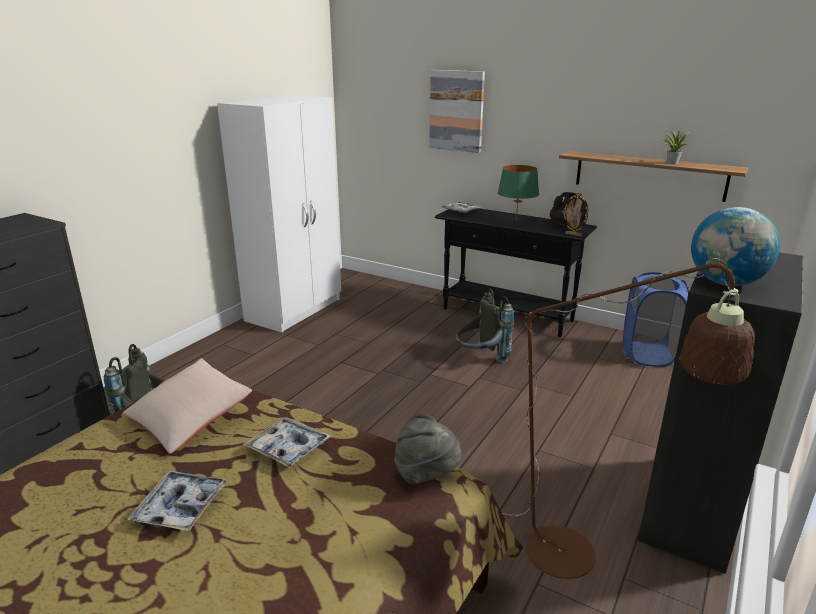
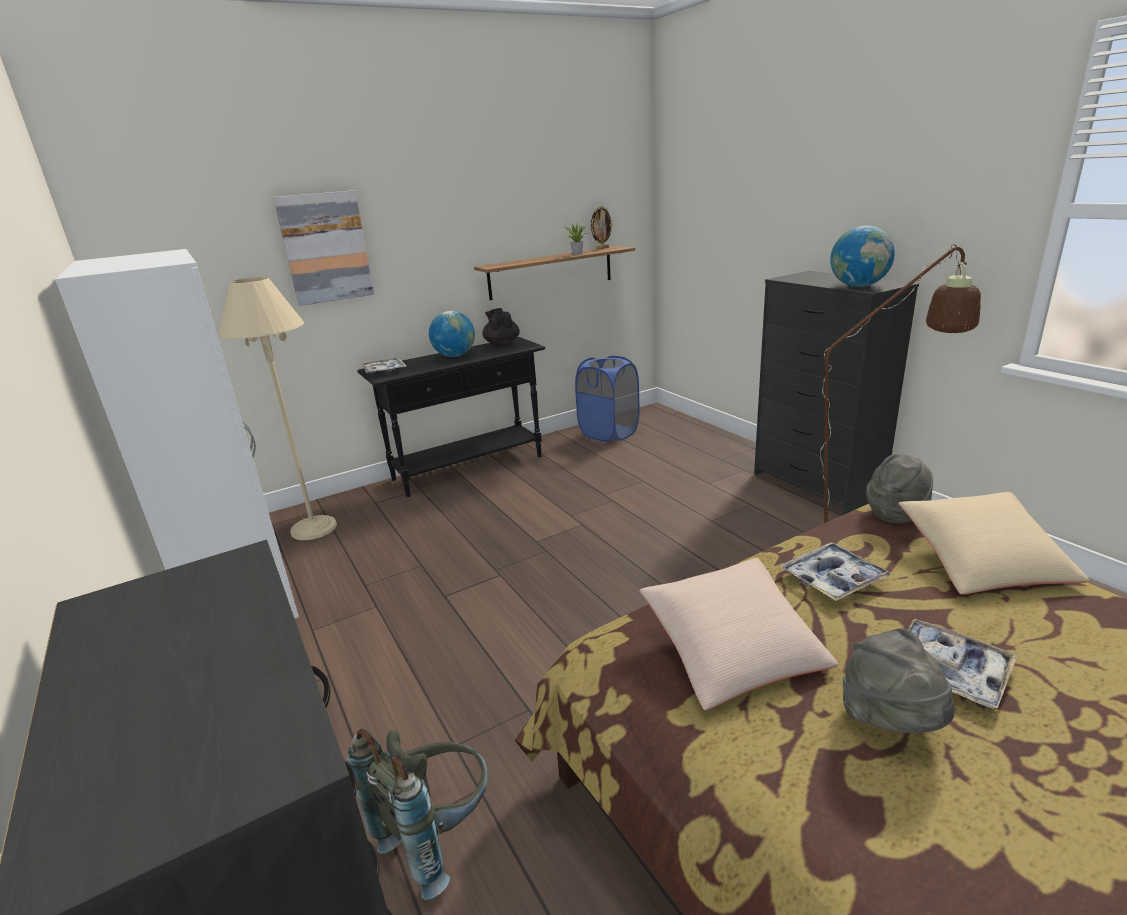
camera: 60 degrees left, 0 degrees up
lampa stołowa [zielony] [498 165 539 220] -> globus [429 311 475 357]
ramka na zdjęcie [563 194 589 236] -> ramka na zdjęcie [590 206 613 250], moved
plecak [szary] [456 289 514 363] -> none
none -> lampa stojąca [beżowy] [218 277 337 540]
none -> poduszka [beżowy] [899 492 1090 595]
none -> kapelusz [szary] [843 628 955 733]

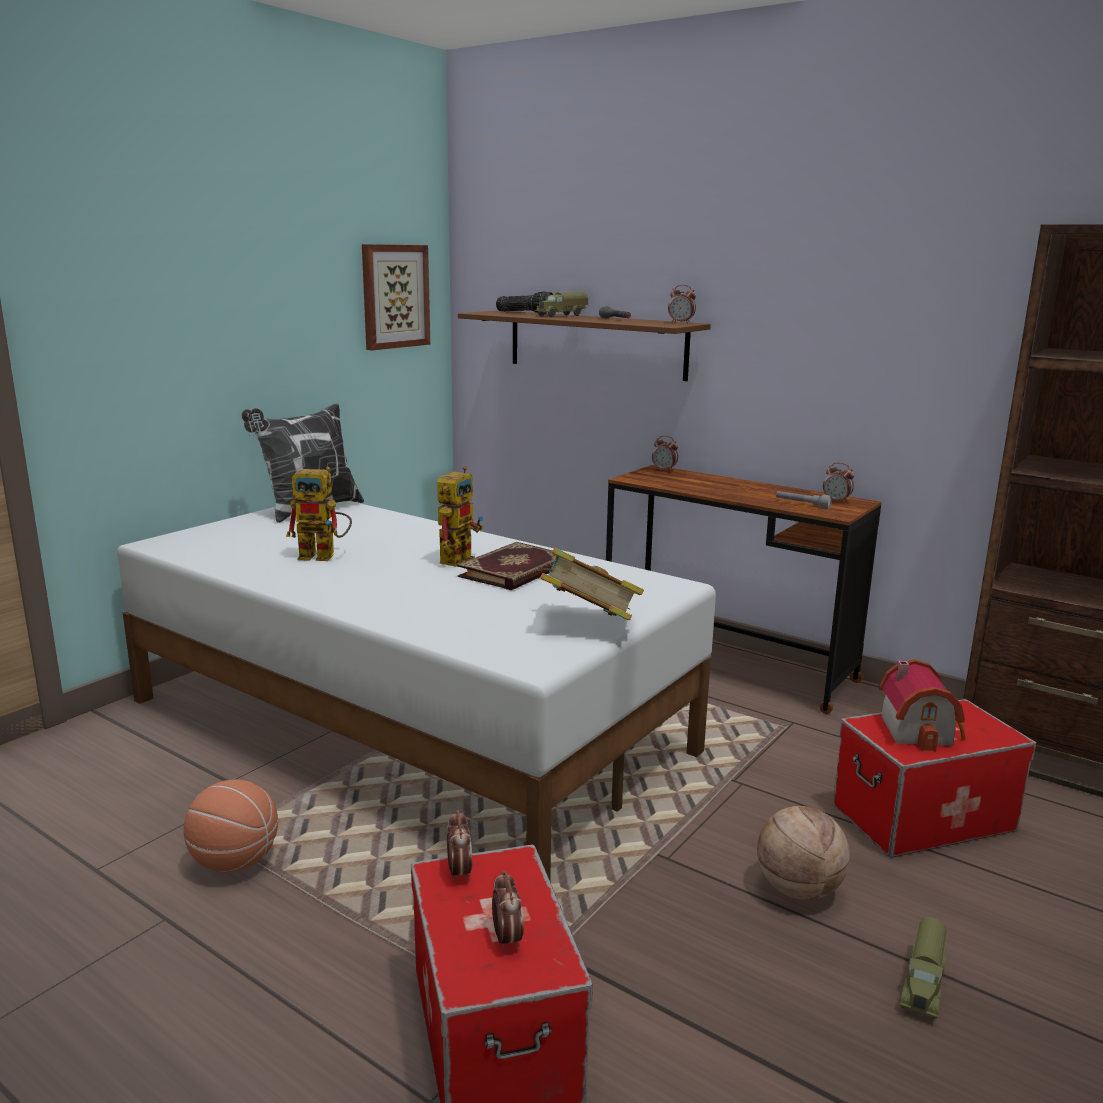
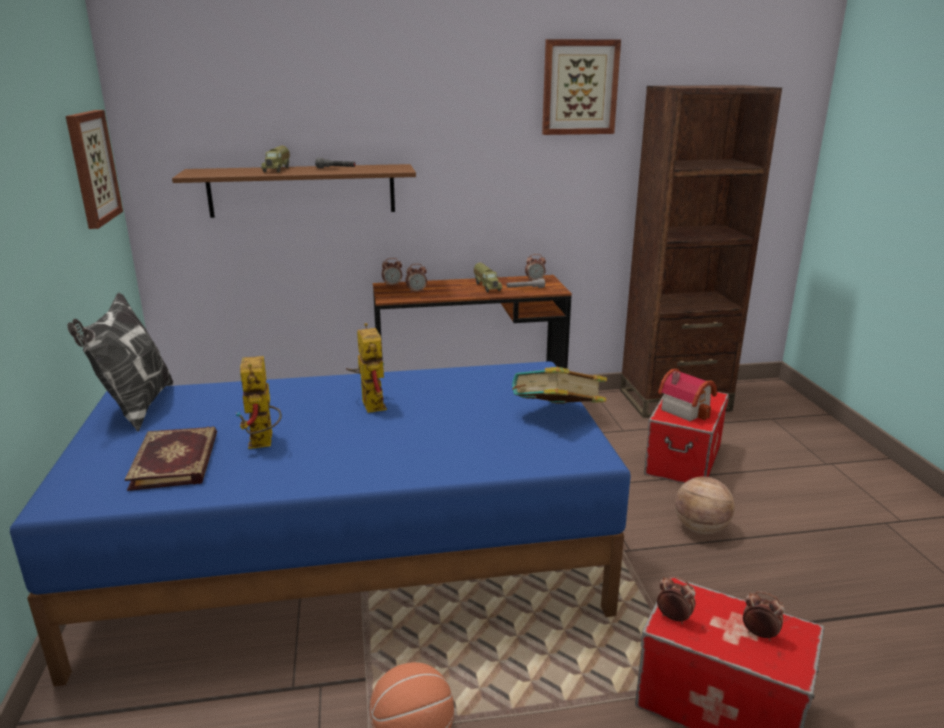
camera: 45 degrees left, 5 degrees up
budzik [668 285 696 324] -> budzik [405 264 427 293], moved
latarka [496 291 553 314] -> none
robot zabawkowy [286 467 352 561] -> robot zabawkowy [235 356 282 449], 120 degrees clockwise
łóżko [biały] [117 501 716 880] -> łóżko [niebieski] [10 361 631 686]
książka [457 542 556 590] -> książka [125 426 217 491], moved
ciężarówka zabawkowa [900 917 947 1019] -> ciężarówka zabawkowa [474 263 503 292], moved
none -> obraz [542 39 621 135]

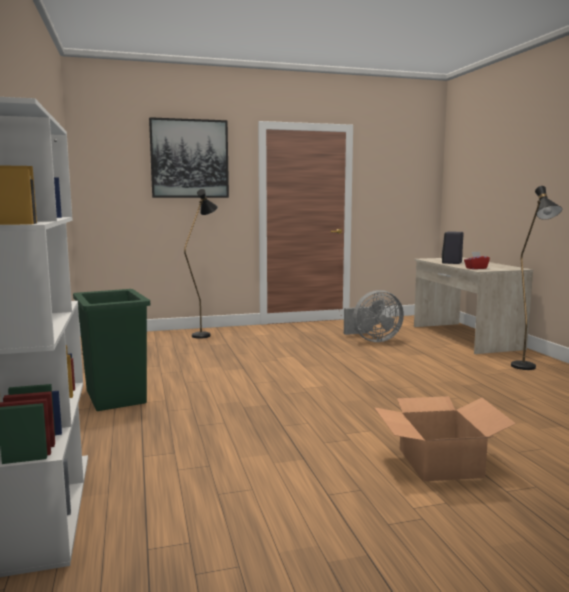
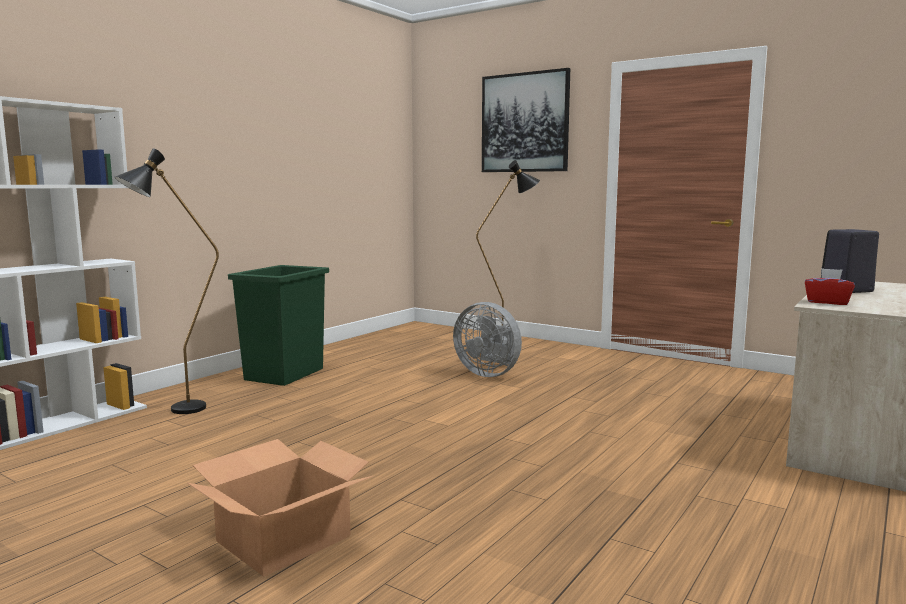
camera: 50 degrees right, 0 degrees up
lampa stojąca [czarny] [511 186 562 370] -> lampa stojąca [czarny] [115 148 219 414], moved
wentylator [szary] [344 290 404 342] -> wentylator [szary] [453 302 522 377], moved

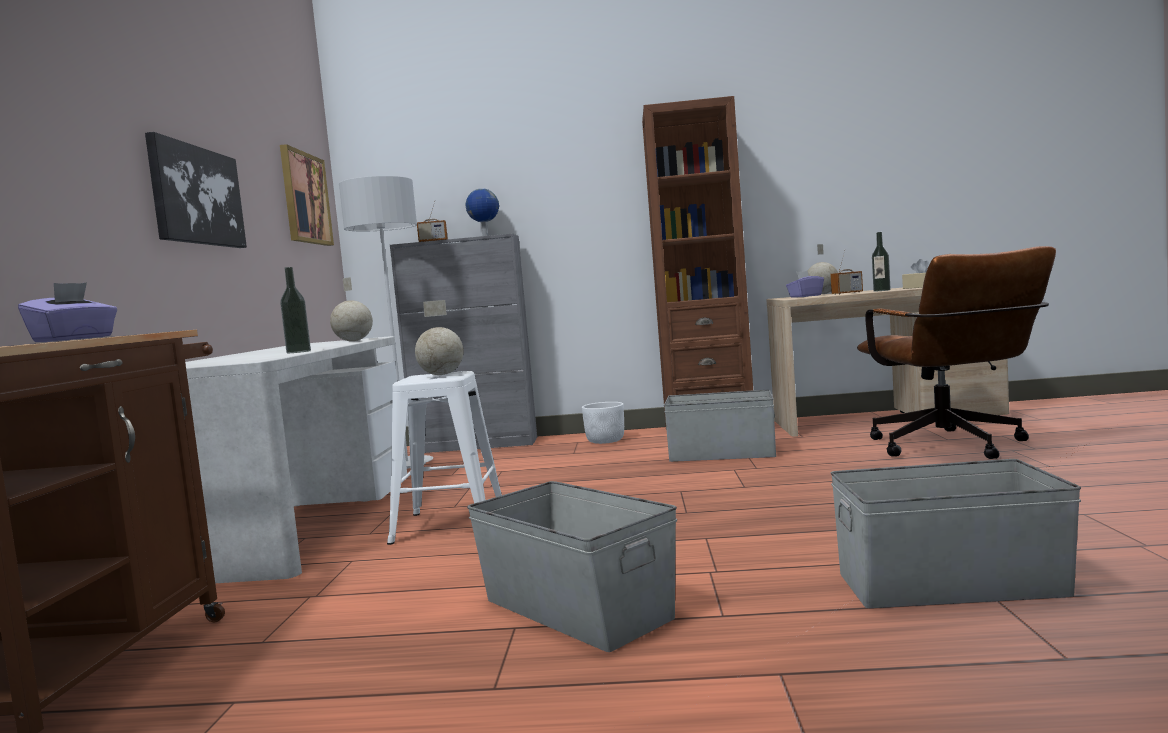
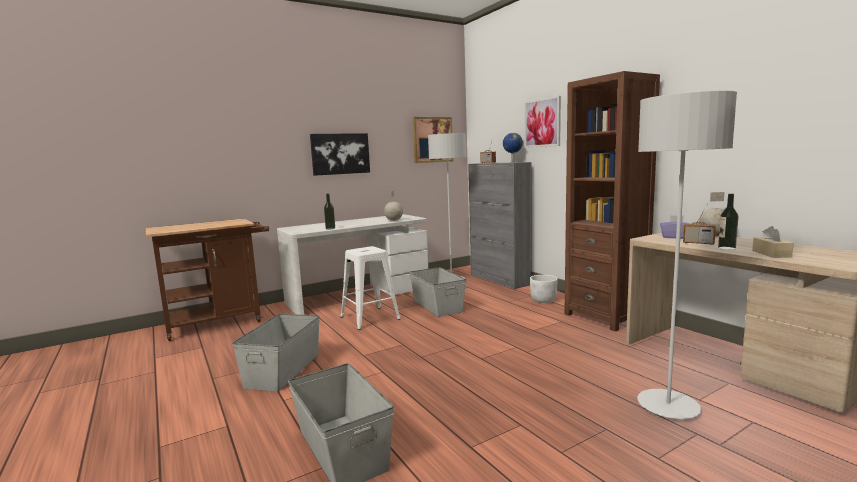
camera: 55 degrees right, 5 degrees up
krzesło biurowe [brązowy] [857 246 1056 459] -> lampa stojąca [szary] [637 91 737 419]
pudełko chusteczek [fioletowy] [18 282 117 342] -> none
globus [415 300 463 375] -> none
pojemnik do przechowywania [szary] [664 390 776 462] -> pojemnik do przechowywania [szary] [410 267 466 317], moved
none -> obraz [524 96 561 148]

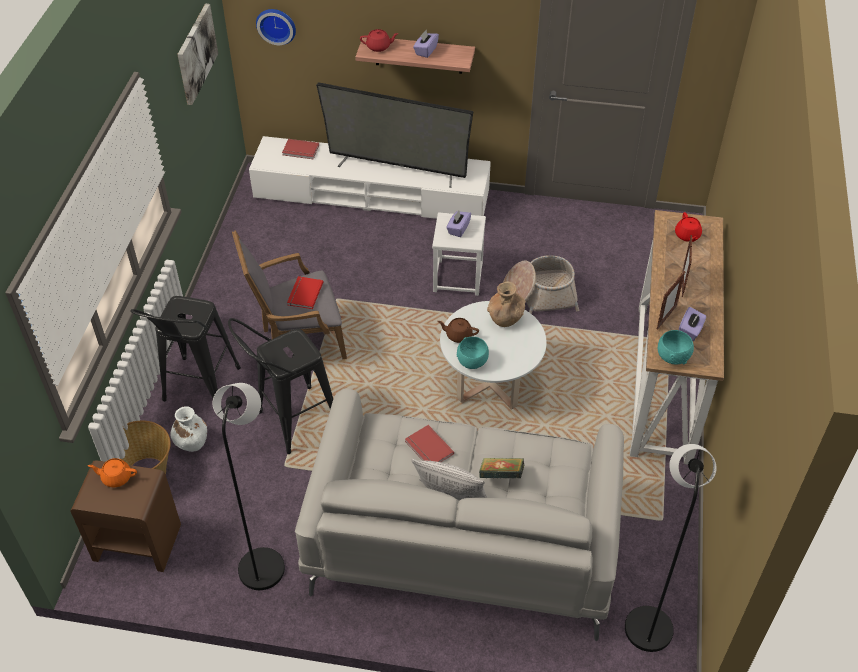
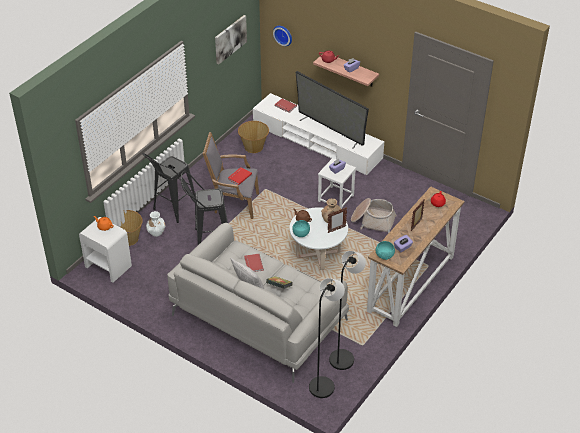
camera: 25 degrees right, 5 degrees down
ramka na zdjęcie [657 271 685 330] -> ramka na zdjęcie [328 207 347 233], moved
lampa stojąca [czarny] [213 383 285 590] -> lampa stojąca [czarny] [329 251 366 370], moved
szafka nocna [brązowy] [71 460 181 572] -> szafka nocna [biały] [79 217 132 282]
none -> koszyk [238 121 269 153]

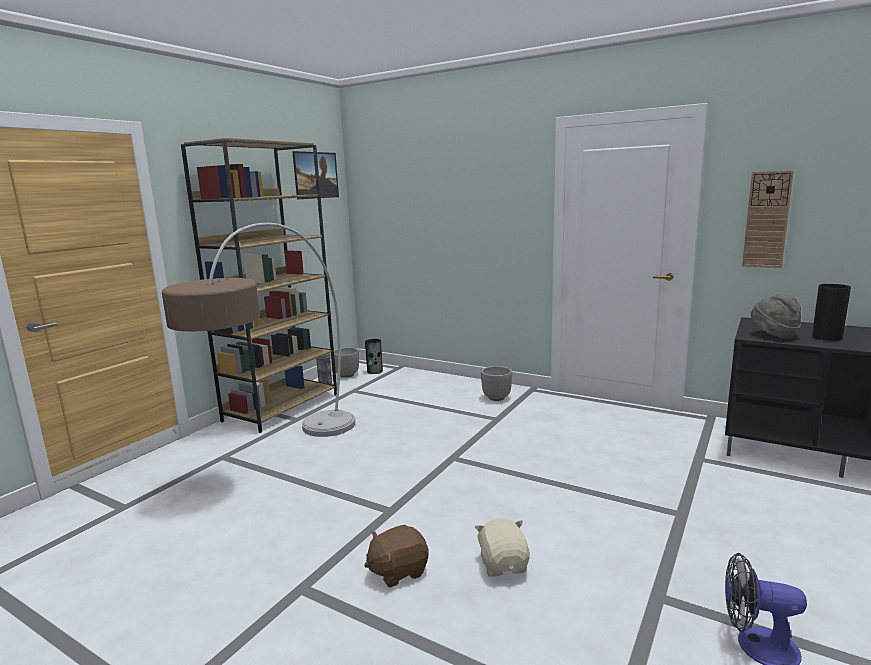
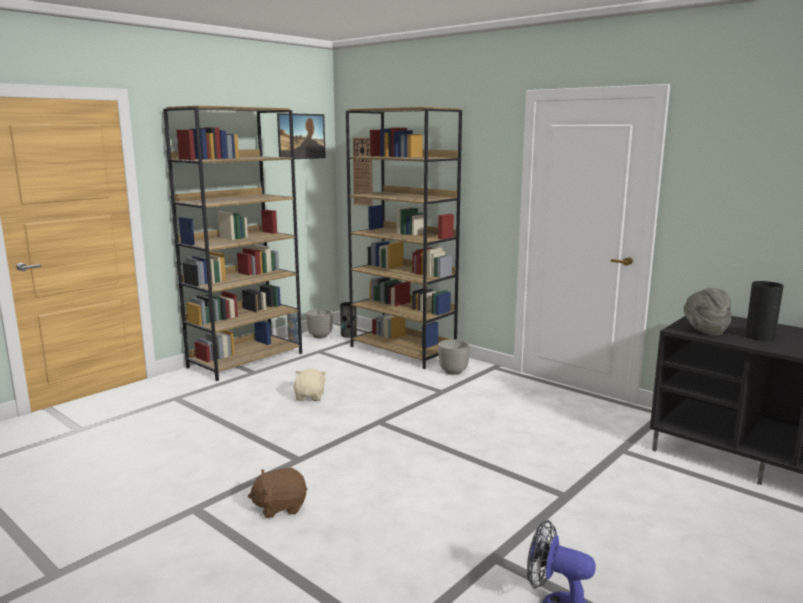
camera: 10 degrees right, 0 degrees up
zegar ścienny [742 170 794 268] -> zegar ścienny [353 137 373 206], moved
lampa stojąca [162 223 355 437] -> none
pluszak [beżowy] [475 518 530 577] -> pluszak [beżowy] [293 368 327 401], moved
none -> regał [brązowy] [346 107 462 369]

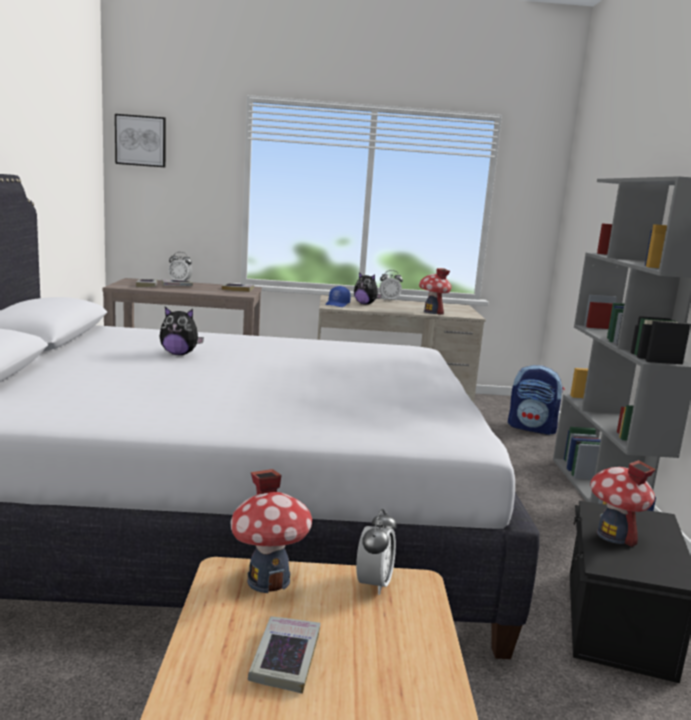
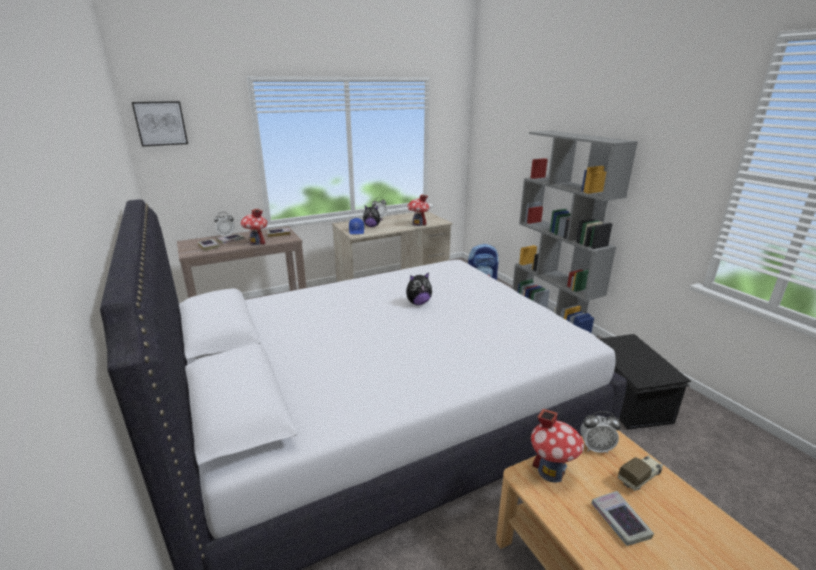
camera: 25 degrees left, 10 degrees up
pluszak [159 307 204 355] -> pluszak [406 272 432 305], moved
domek [590 460 656 547] -> domek [241 209 267 245], moved
budzik [356 509 397 595] -> budzik [580 411 621 453], 105 degrees clockwise
none -> ciężarówka zabawkowa [618 455 663 491]

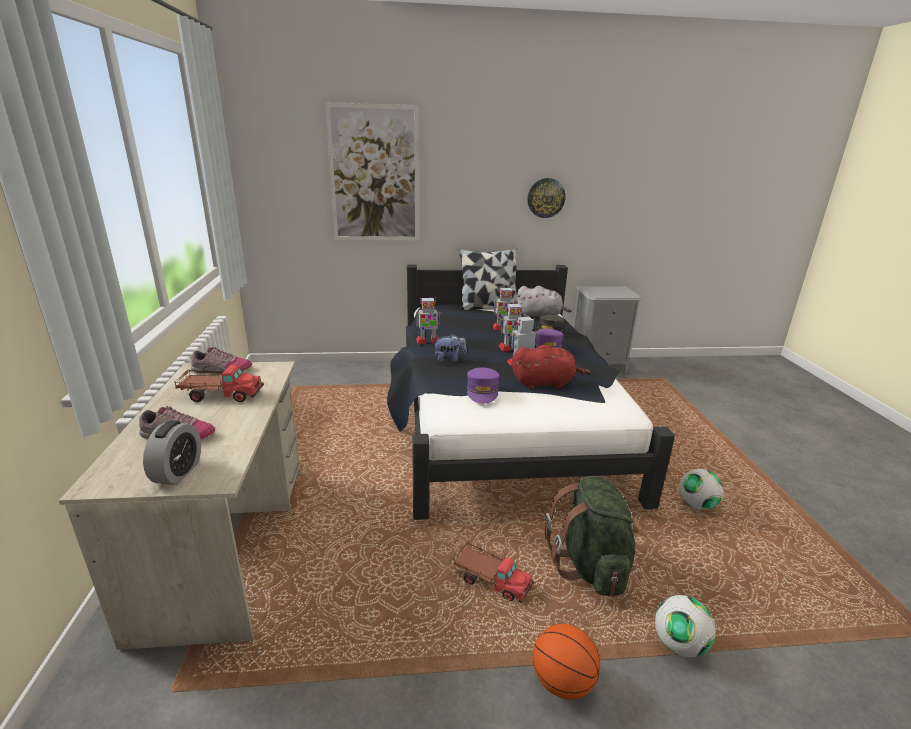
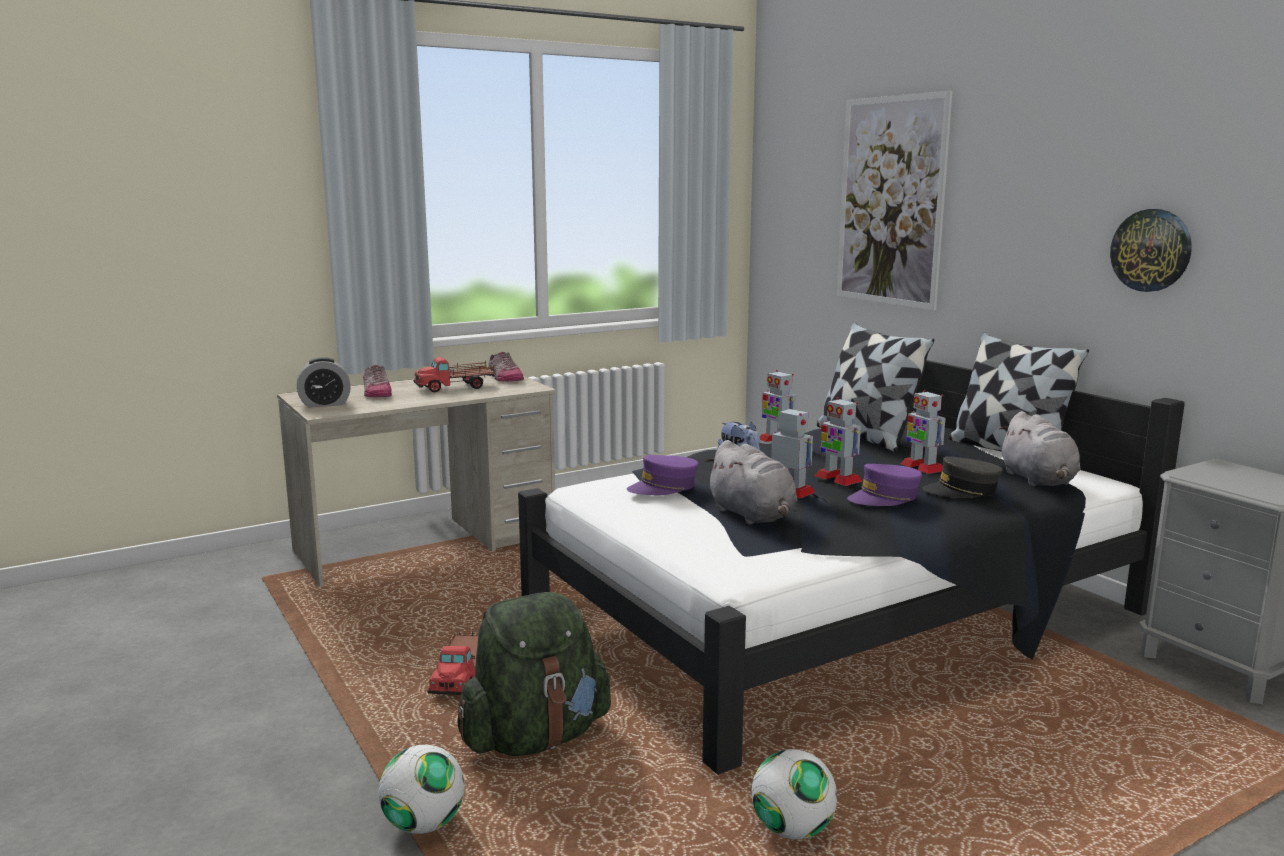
camera: 65 degrees right, 10 degrees down
pluszak [czerwony] [512 345 591 389] -> pluszak [szary] [705 440 797 524]
ciężarówka zabawkowa [175 365 264 402] -> ciężarówka zabawkowa [413 357 496 392], 90 degrees clockwise
piłka do koszykówki [532 624 600 700] -> none
none -> poduszka [817 322 935 452]

